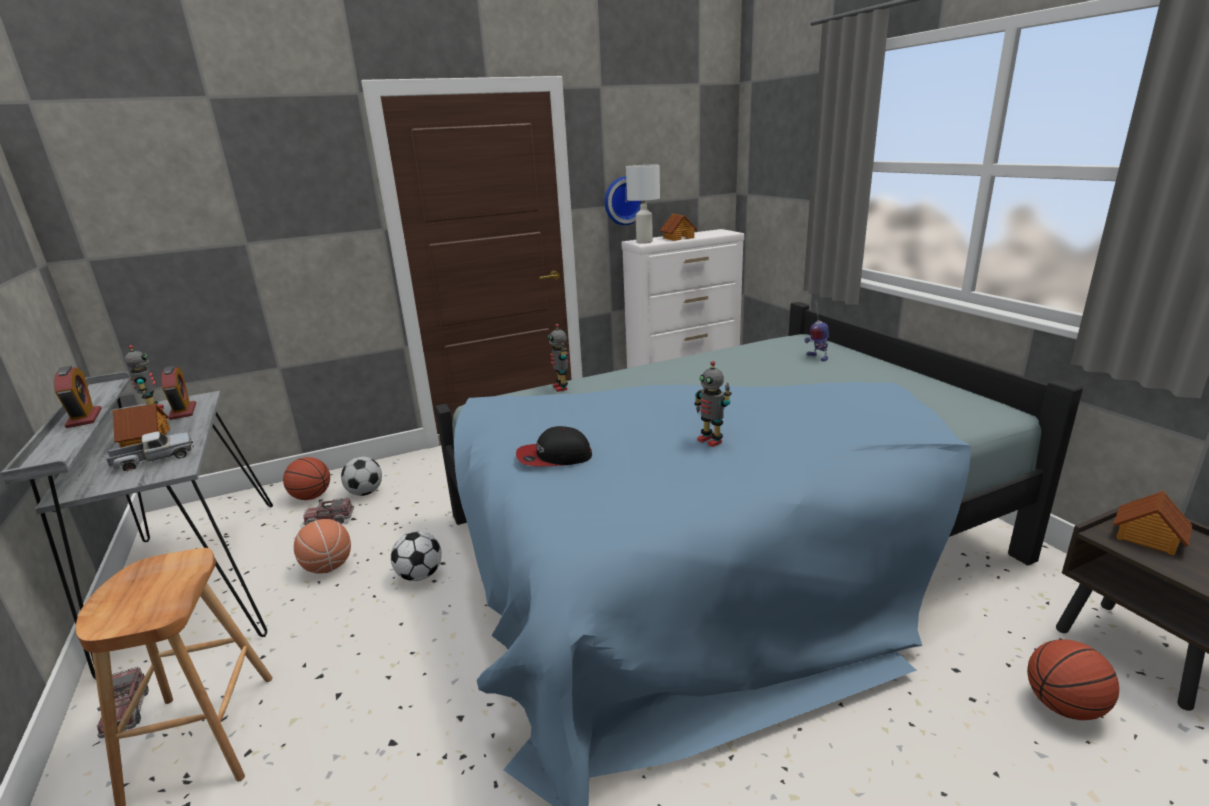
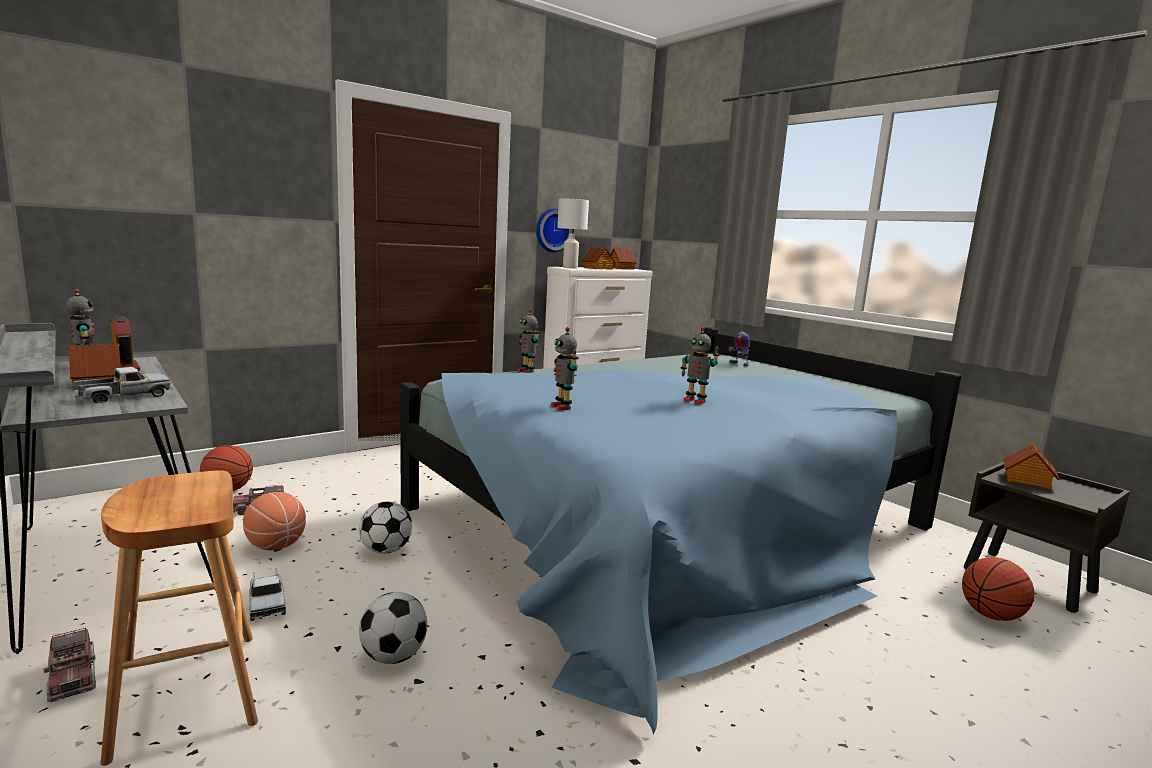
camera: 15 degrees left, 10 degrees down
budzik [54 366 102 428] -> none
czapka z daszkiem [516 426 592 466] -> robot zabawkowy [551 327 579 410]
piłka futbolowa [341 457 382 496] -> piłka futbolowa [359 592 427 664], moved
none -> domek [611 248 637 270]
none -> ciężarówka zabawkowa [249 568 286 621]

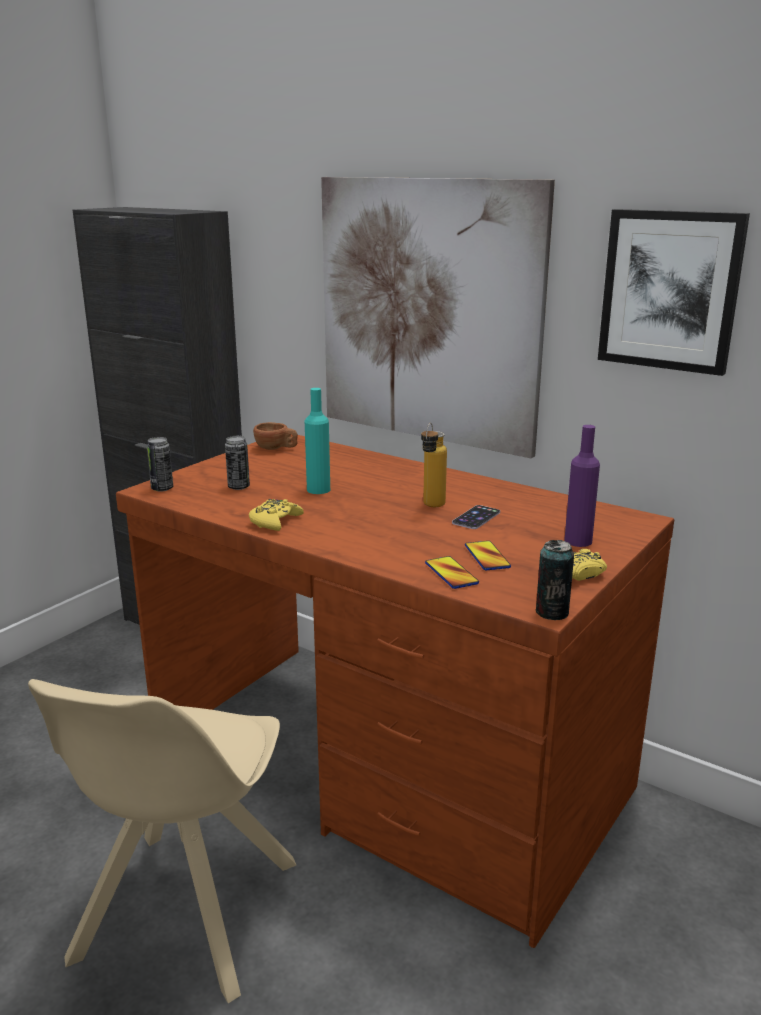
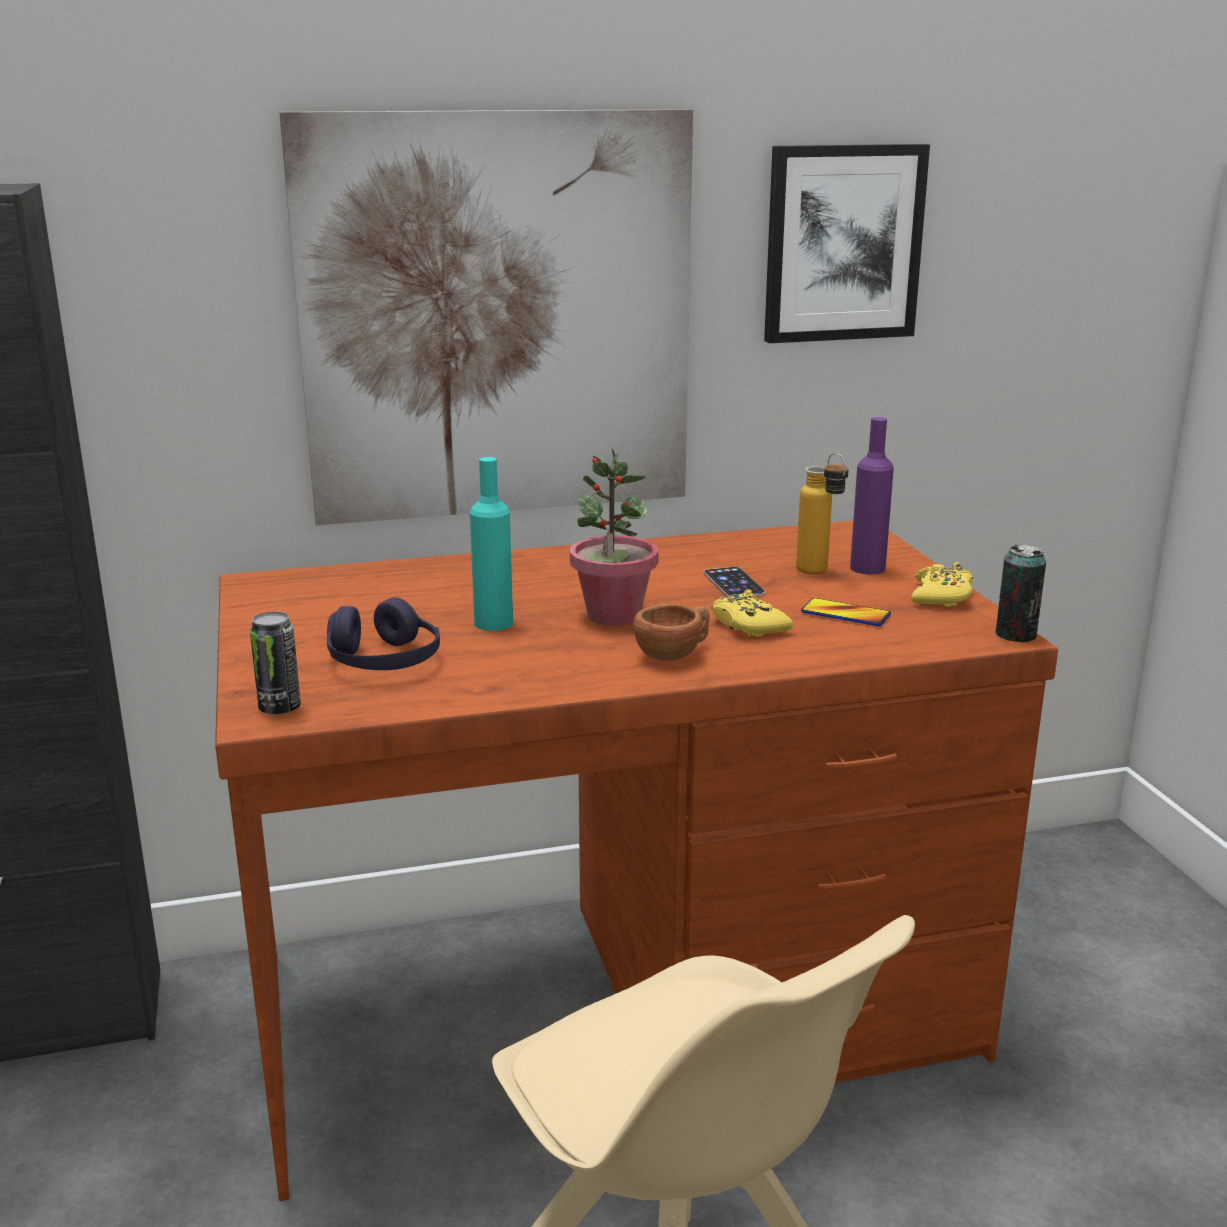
camera: 50 degrees left, 0 degrees up
filiżanka [brązowy] [253 422 298 450] -> filiżanka [brązowy] [633 604 710 661], moved
butelka [421 423 447 507] -> butelka [796 453 849 574], moved
puszka [225 436 250 490] -> słuchawki [fioletowy] [327 597 440 670]
pad do gier [żółty] [249 499 304 531] -> pad do gier [żółty] [711 589 793 637], moved
telefon [425 556 479 589] -> none
none -> roślina doniczkowa [570 448 659 626]

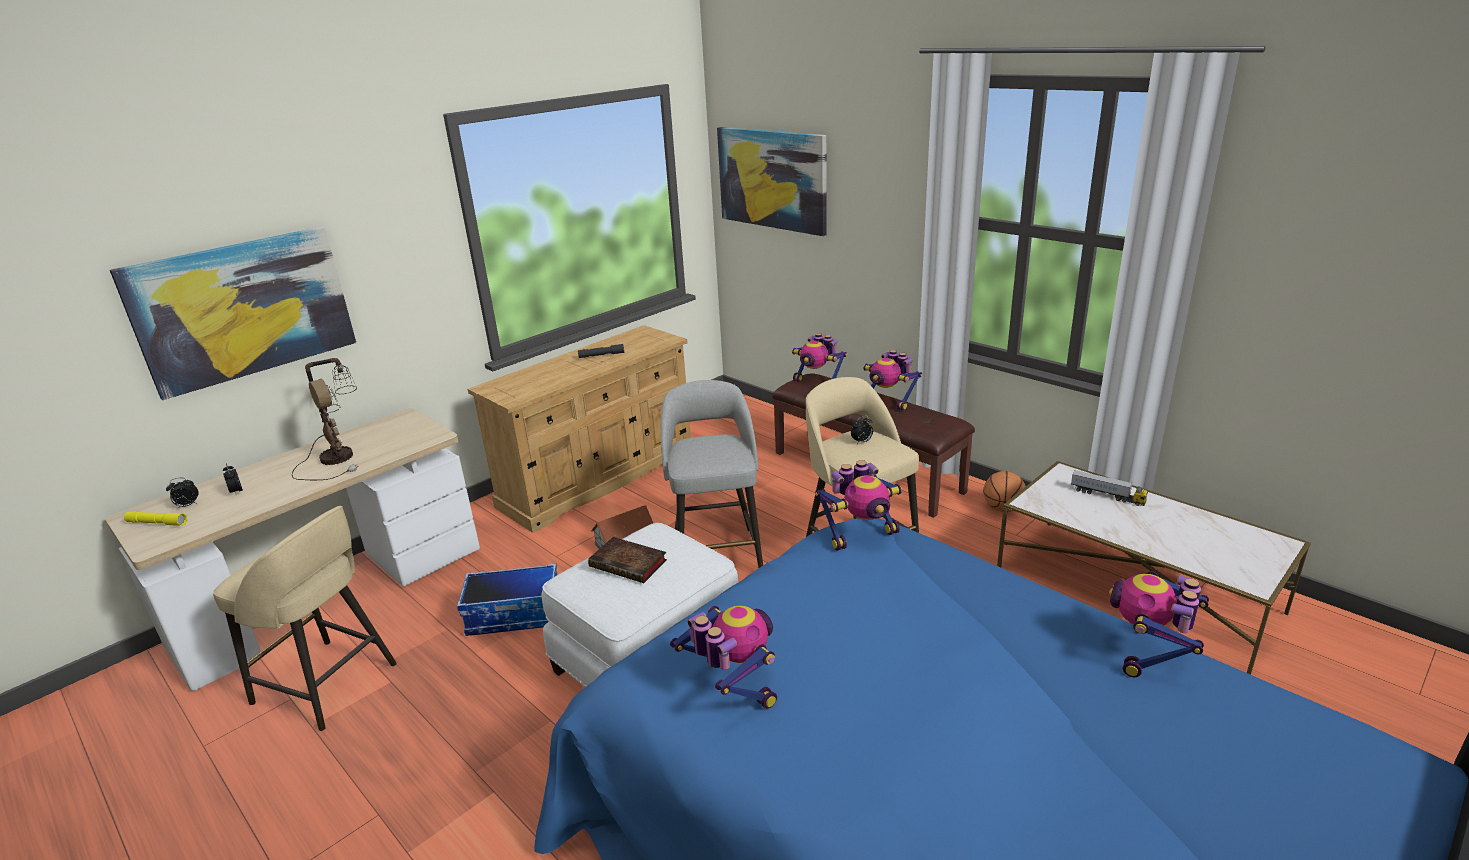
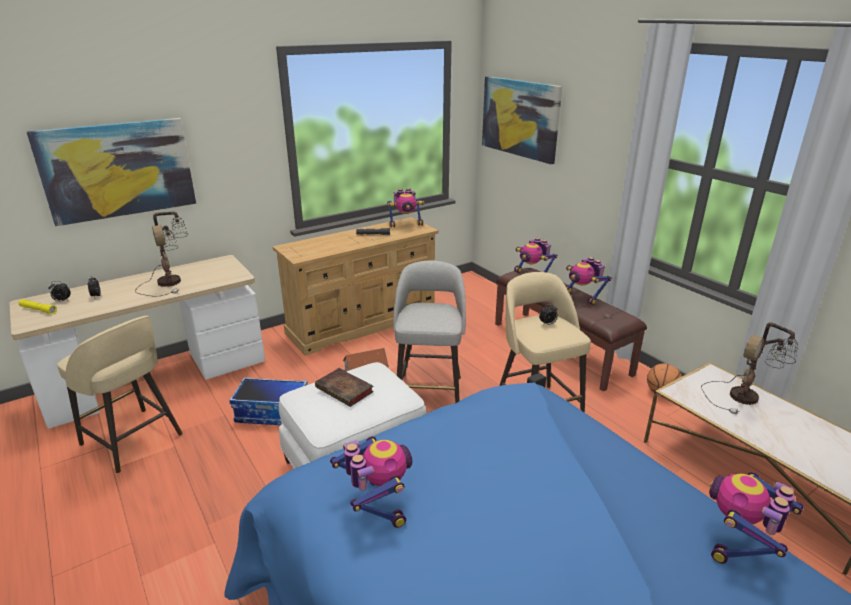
camera: 10 degrees right, 0 degrees up
robot zabawkowy [815 460 902 551] -> robot zabawkowy [387 188 424 228], moved
ciężarówka zabawkowa [1071 470 1148 506] -> lampa stołowa [701 322 798 414]

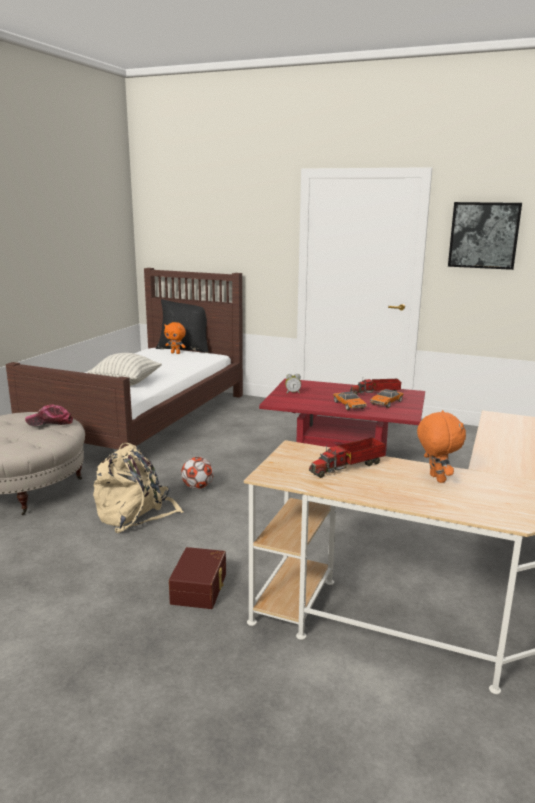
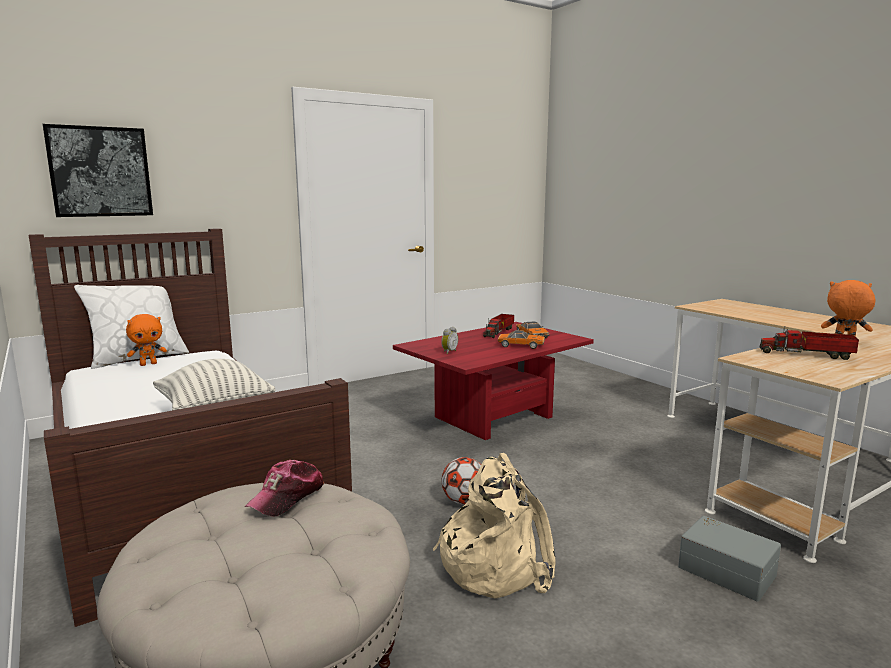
camera: 55 degrees left, 5 degrees down
obraz [448 202 522 270] -> obraz [43 124 153 217], moved
poduszka [czarny] [156 299 209 353] -> poduszka [biały] [74 285 189 369]
ciężarówka zabawkowa [309 437 386 478] -> ciężarówka zabawkowa [760 326 859 360], 105 degrees clockwise
pojemnik do przechowywania [brązowy] [169 547 226 609] -> pojemnik do przechowywania [szary] [678 516 781 601]

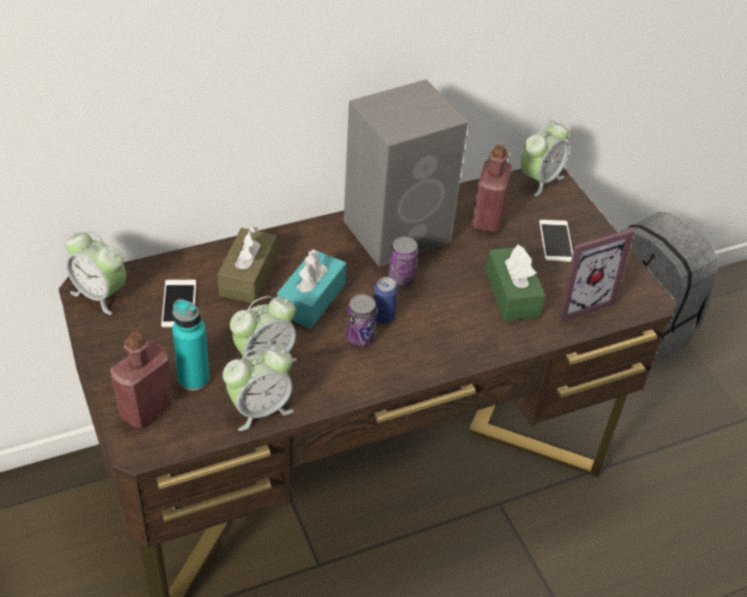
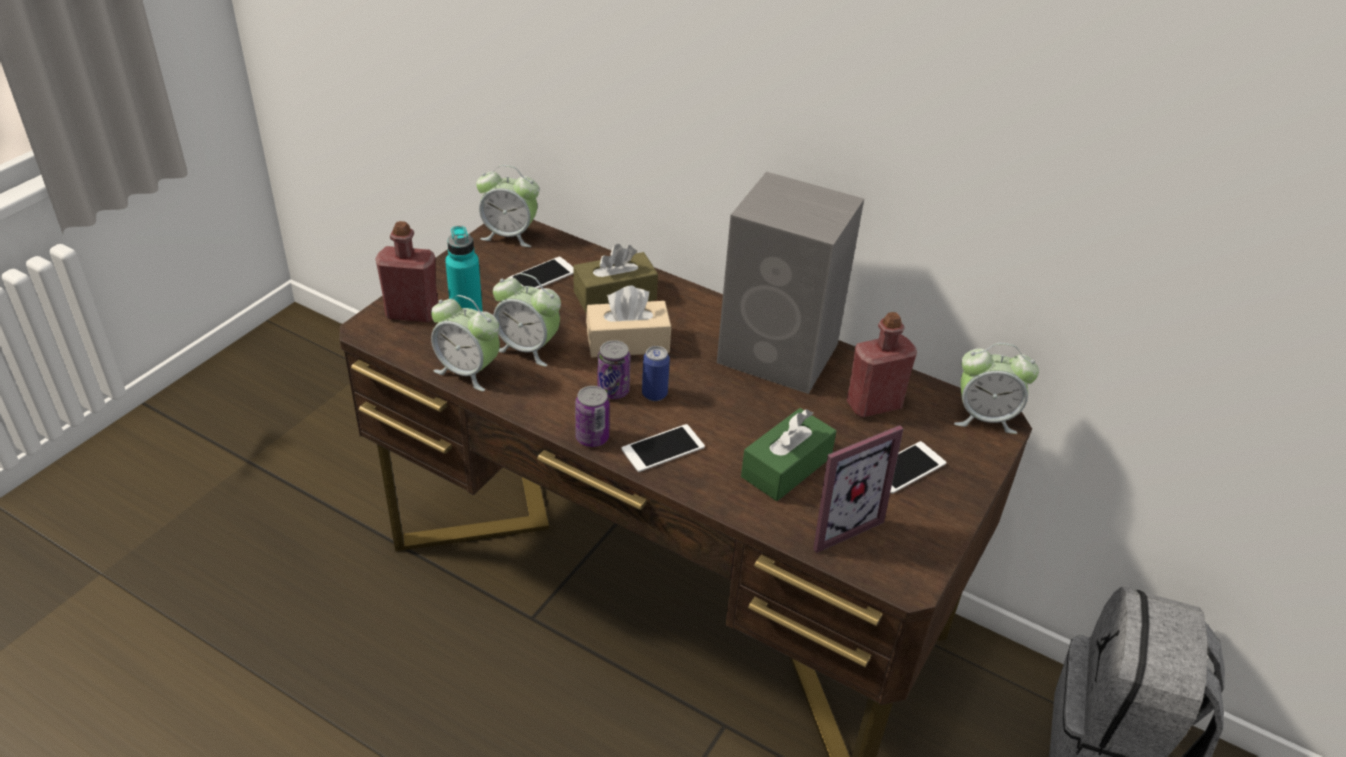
camera: 55 degrees right, 5 degrees down
ramka na zdjęcie [558 229 635 322] -> ramka na zdjęcie [813 425 904 553], 60 degrees counterclockwise
budzik [66 231 126 315] -> budzik [476 165 539 247], 75 degrees counterclockwise
puszka [388 237 418 286] -> puszka [575 386 610 447], moved
pudełko chusteczek [turkusowy] [277 249 346 329] -> pudełko chusteczek [beżowy] [586 286 671 357]
none -> telefon [622 424 705 472]

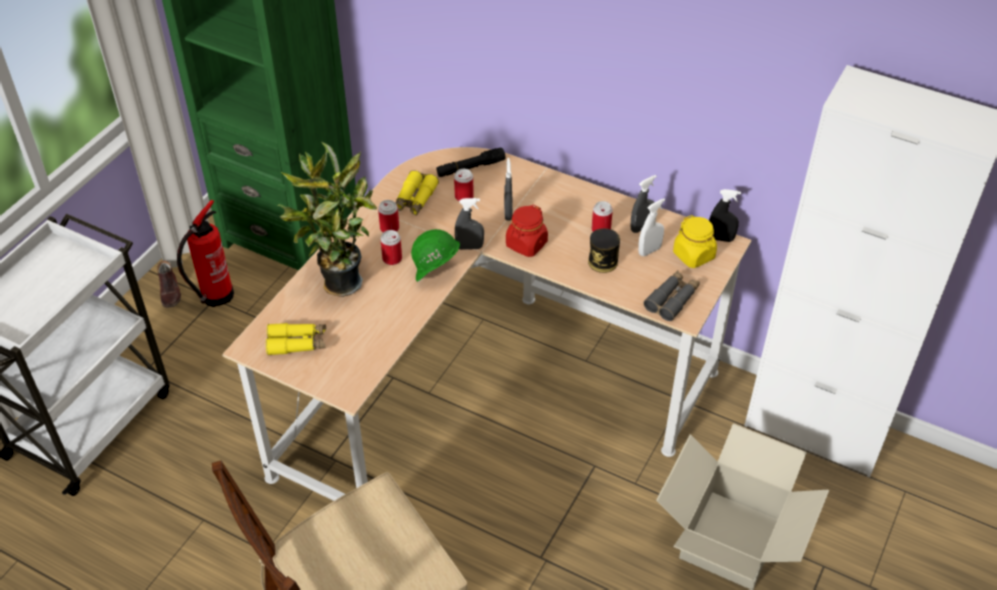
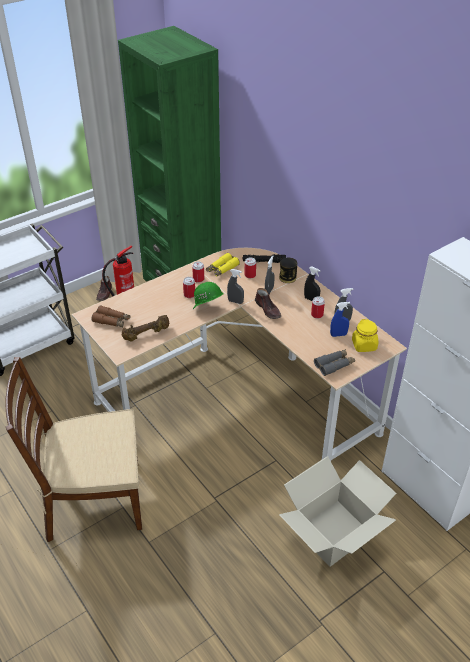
camera: 25 degrees right, 5 degrees down
roślina doniczkowa [278 142 377 297] -> none
spryskiwacz [czarny] [709 189 741 242] -> spryskiwacz [czarny] [304 267 321 301], moved
spryskiwacz [biały] [638 198 665 256] -> spryskiwacz [niebieski] [330 302 350 337]
słoik [czerwony] [506 205 548 257] -> but [brązowy] [255 288 281 319]
puszka [588 228 620 273] -> puszka [279 257 297 283], moved
lornetka [żółty] [266 323 326 356] -> lornetka [brązowy] [91 305 130 327]
none -> hantel [brązowy] [122 315 169 342]

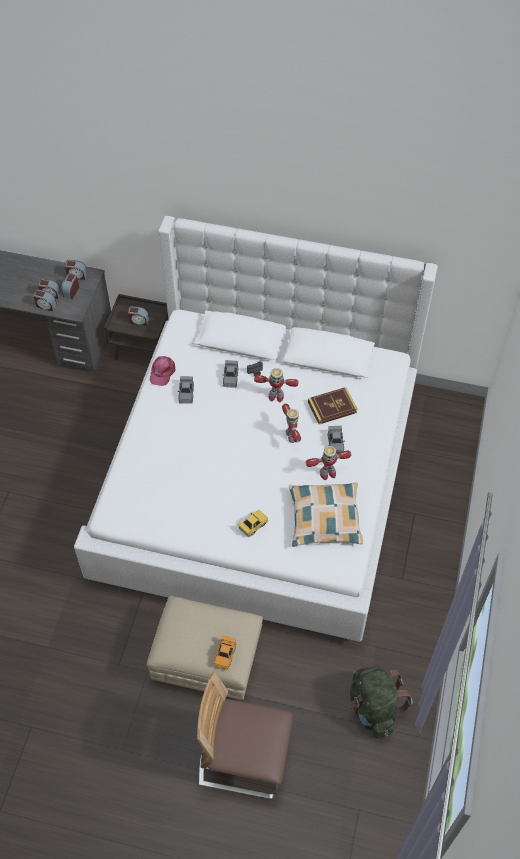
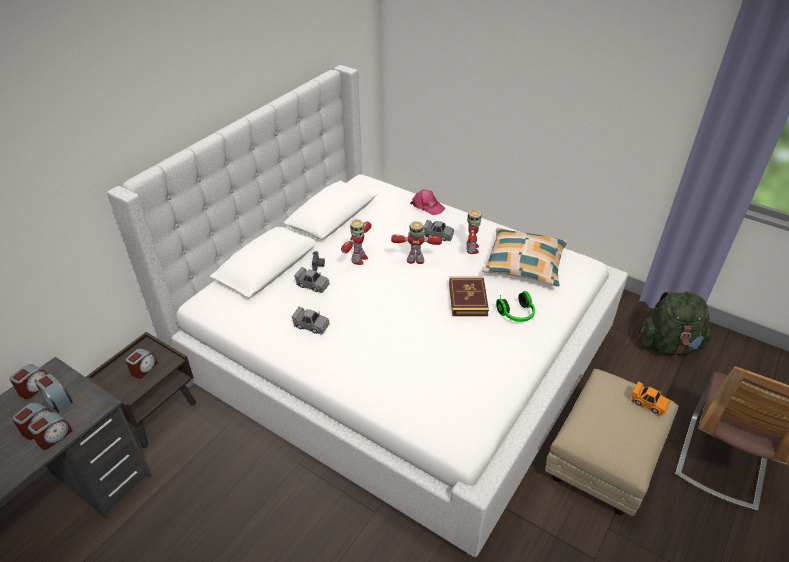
camera: 70 degrees left, 15 degrees down
czapka z daszkiem [różowy] [150 356 176 386] -> czapka z daszkiem [różowy] [410 189 446 215], moved
książka [308 387 357 424] -> książka [449 277 489 316], moved
samochodzik [żółty] [238 510 268 537] -> słuchawki [496 291 535 322]

